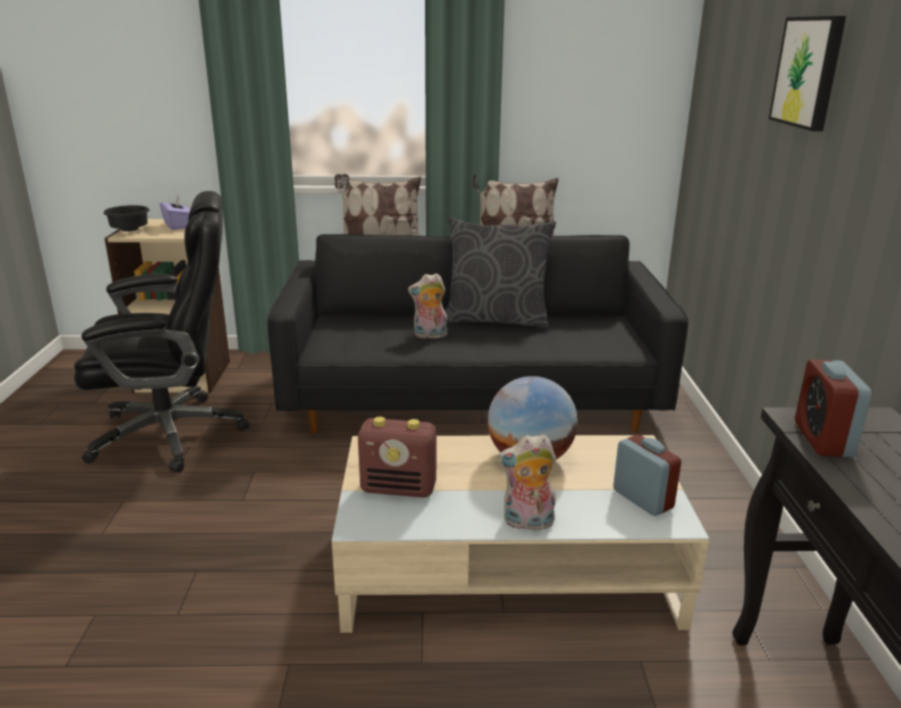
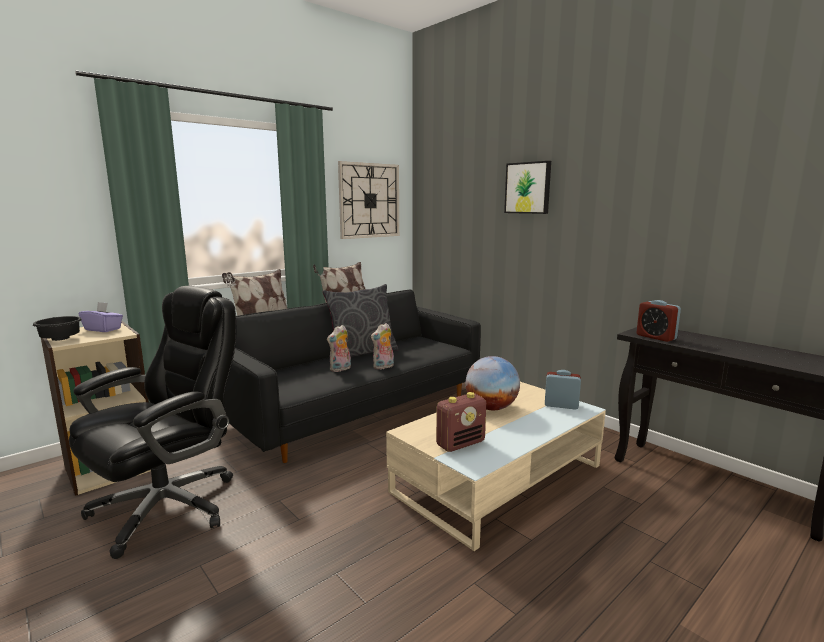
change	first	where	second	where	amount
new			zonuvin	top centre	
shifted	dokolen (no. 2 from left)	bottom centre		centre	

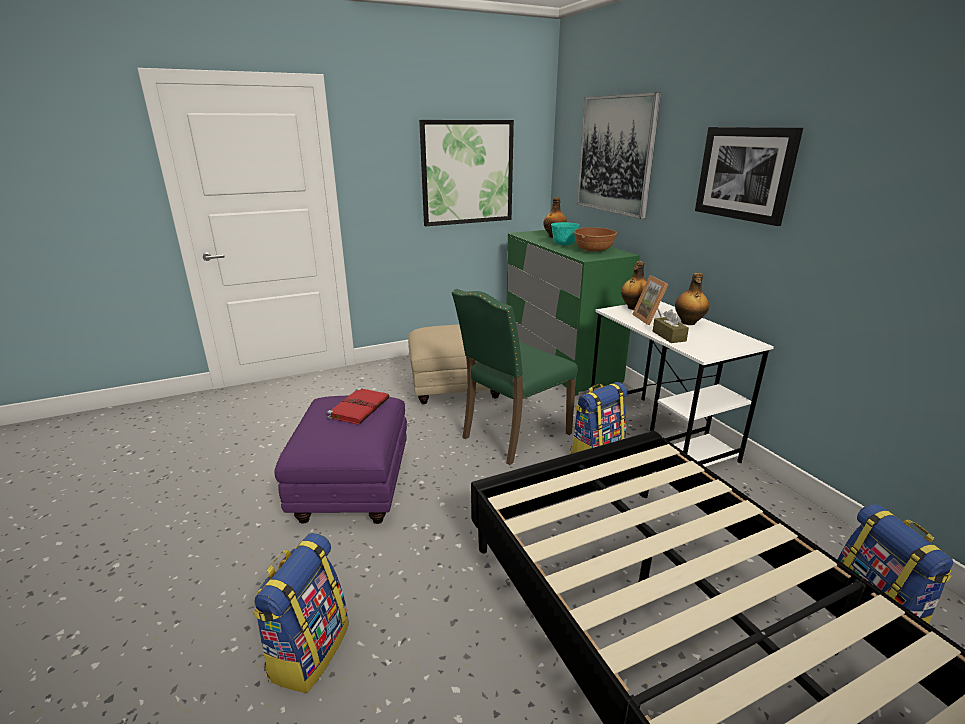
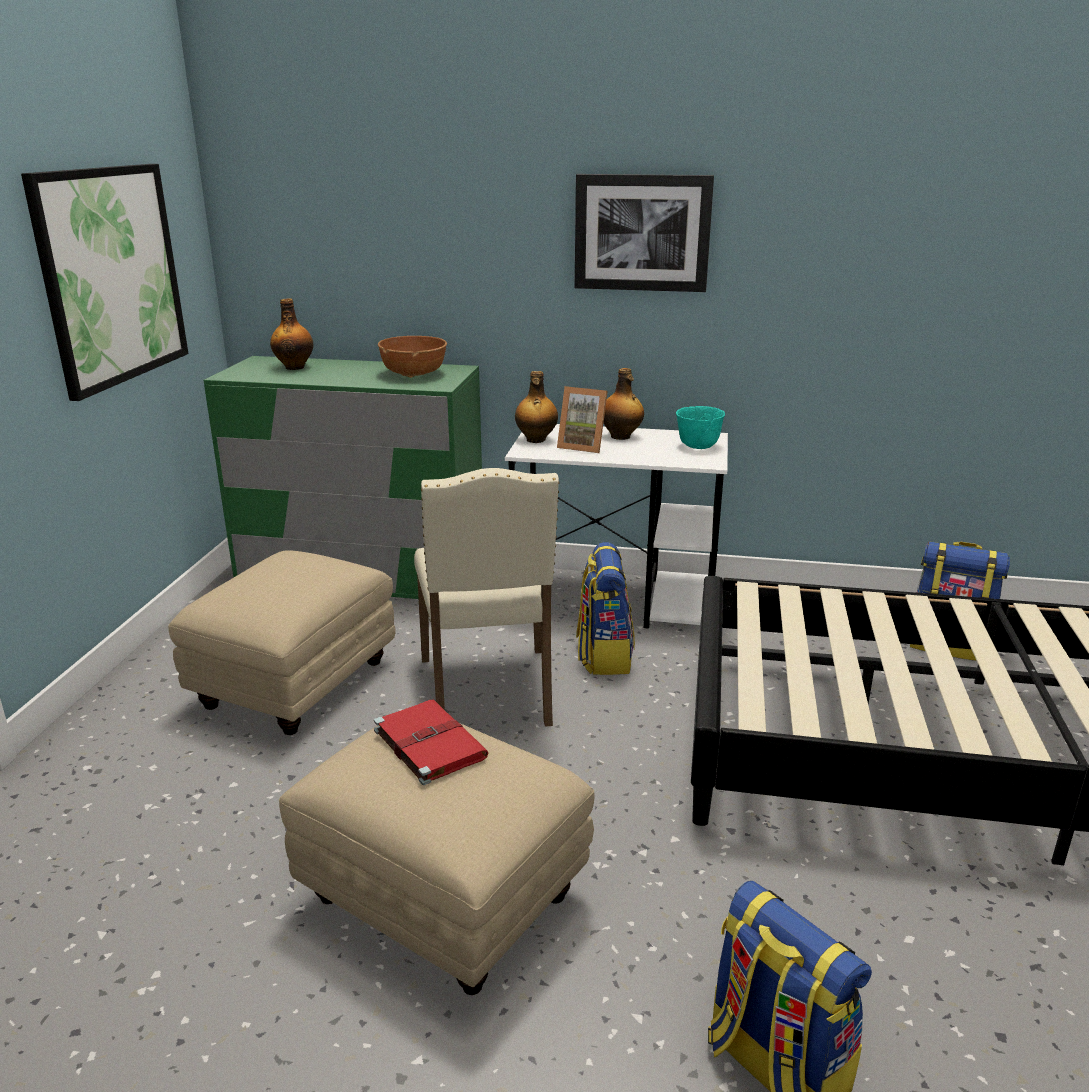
change	first	where	second	where	amount
gone	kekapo (no. 2 from left)	top centre			
gone	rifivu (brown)	middle right			
shifted	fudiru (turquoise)	top centre		centre	
repainted	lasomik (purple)	centre	lasomik (beige) (no. 2 from left)	bottom centre	
repainted	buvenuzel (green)	centre	buvenuzel (beige)	centre	

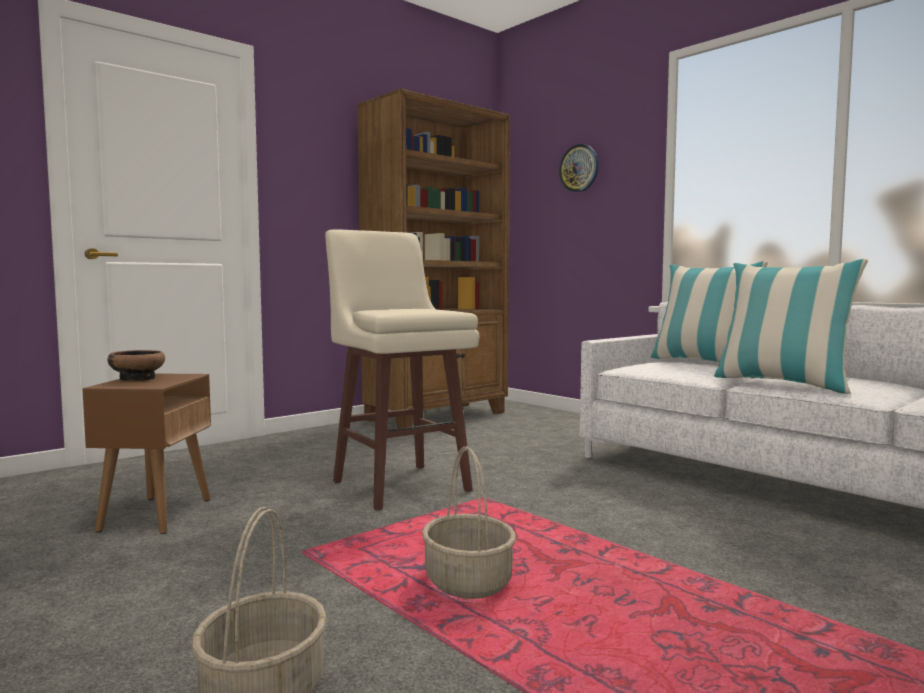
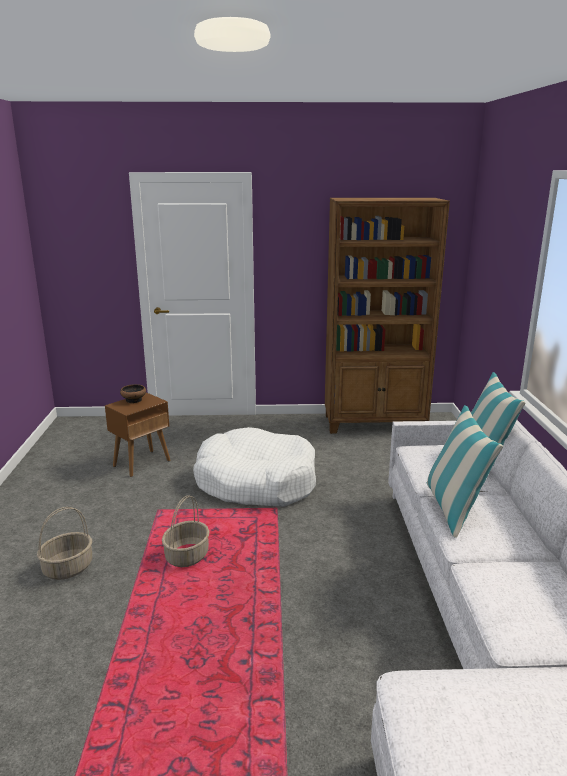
change	first	where	second	where	amount
gone	zonuvin	top centre			
swapped	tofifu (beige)	centre	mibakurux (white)	centre	

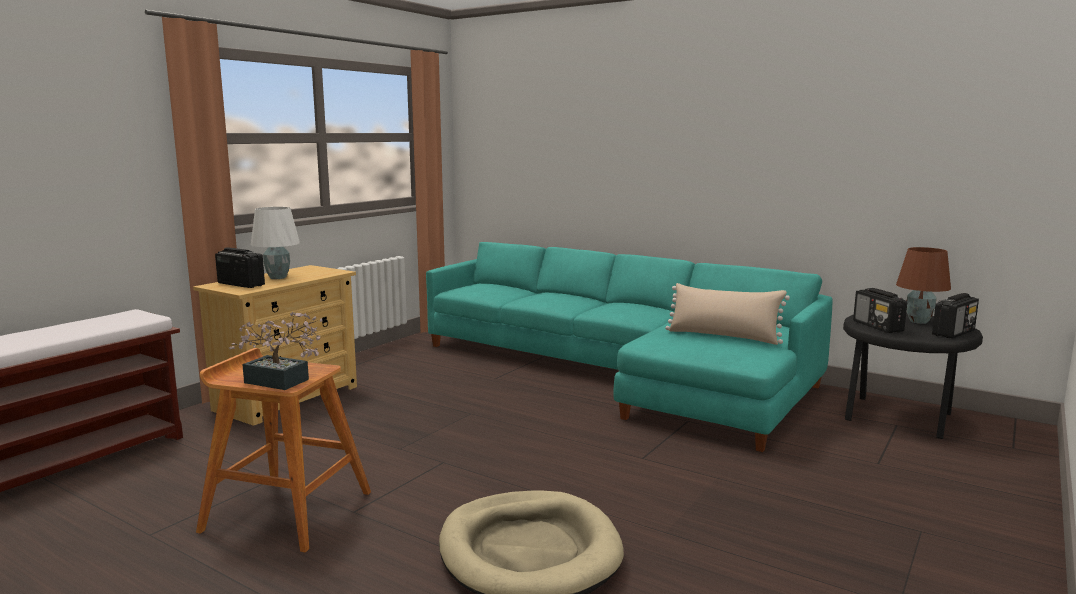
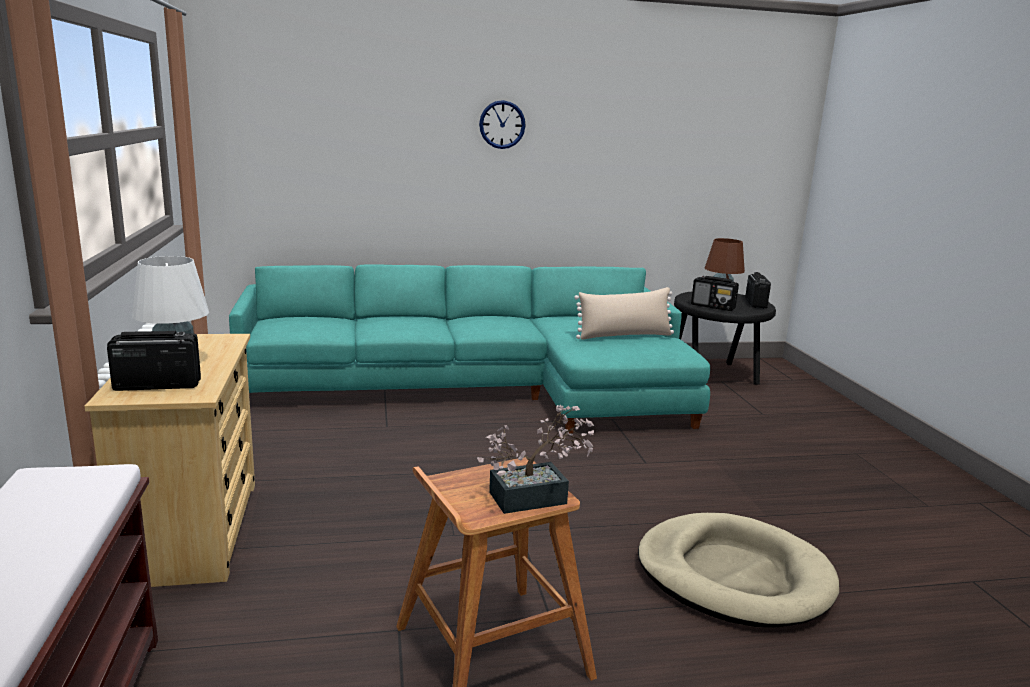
change	first	where	second	where	amount
new			zonuvin	top centre	

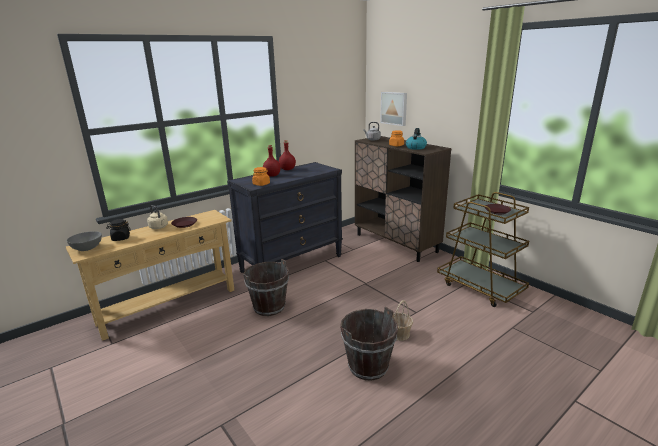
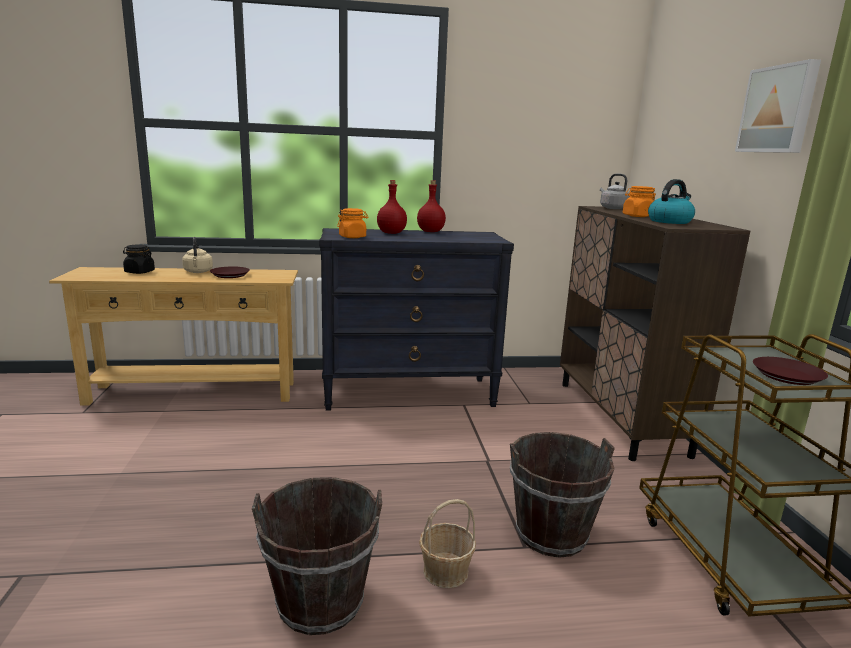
change	first	where	second	where	amount
gone	fudiru (grey)	middle left			
shifted	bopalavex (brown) (no. 1 from left in the first image)	centre	bopalavex (brown) (no. 2 from left)	bottom centre	
shifted	kekapo	top centre		top right	

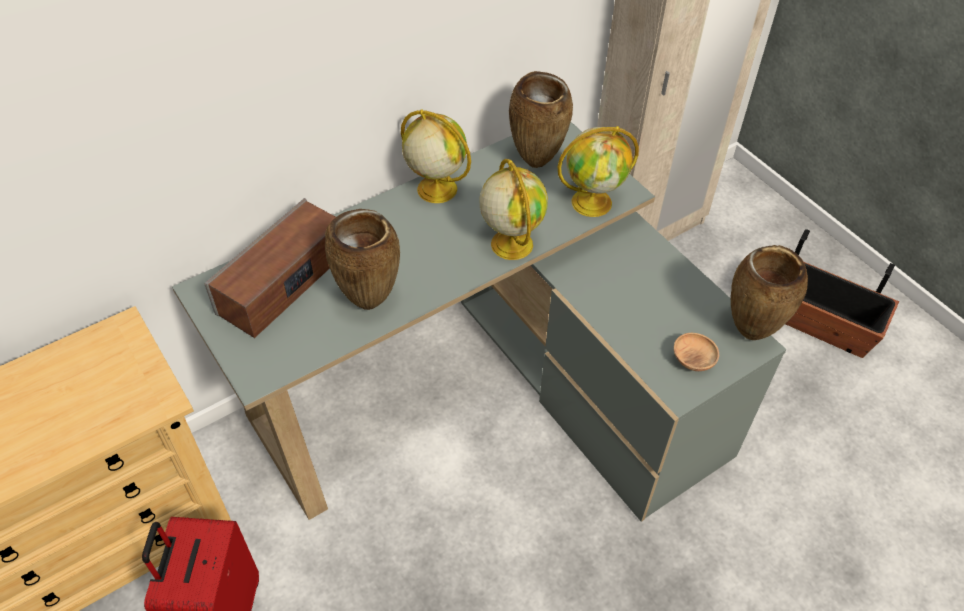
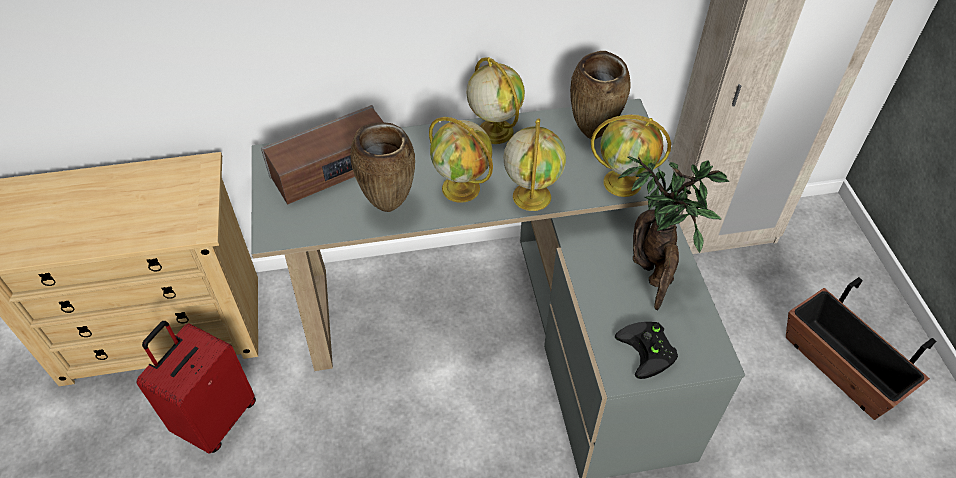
change	first	where	second	where	amount
gone	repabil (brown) (no. 3 from left)	middle right			
new			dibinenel (no. 1 from left)	centre	
new			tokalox	middle right	
swapped	fudiru (brown)	middle right	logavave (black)	bottom right	

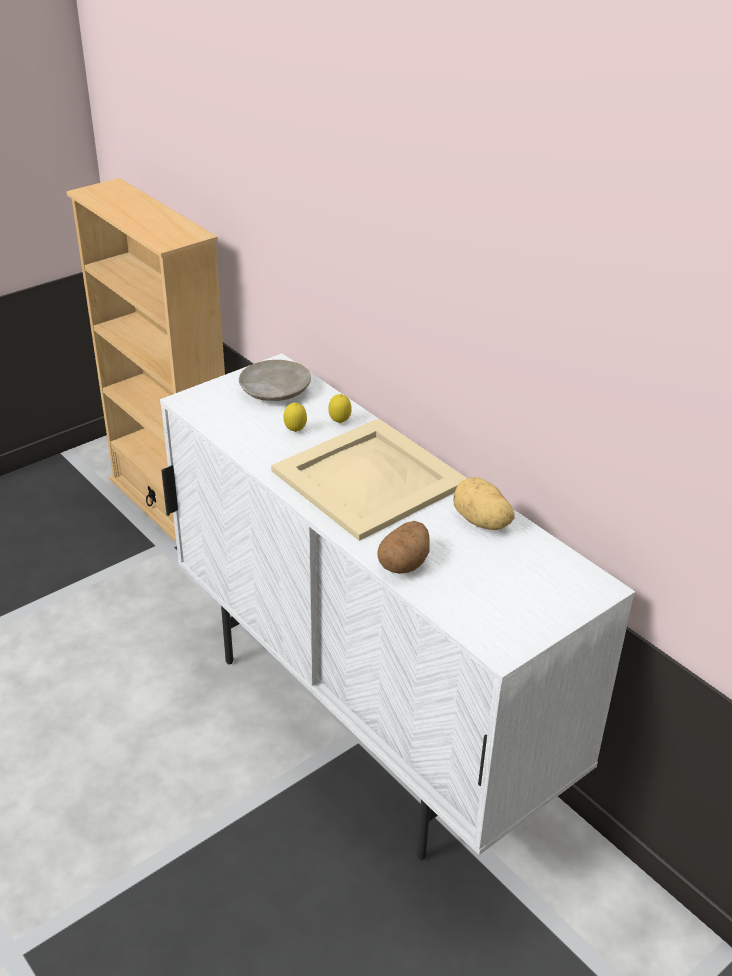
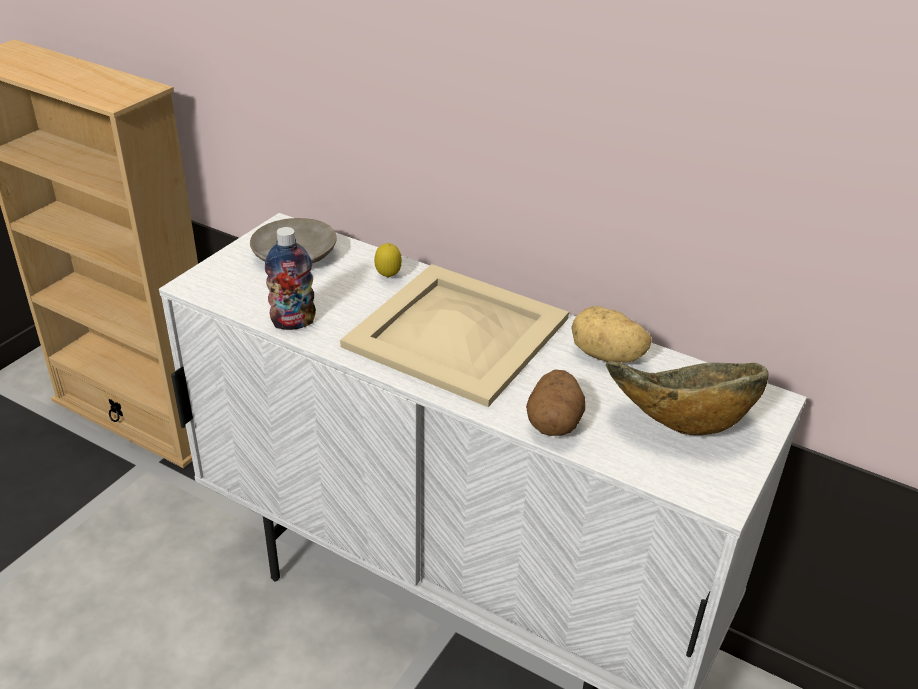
change	first	where	second	where	amount
gone	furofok (no. 1 from left)	centre			
new			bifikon	middle left	
new			fudiru	middle right	

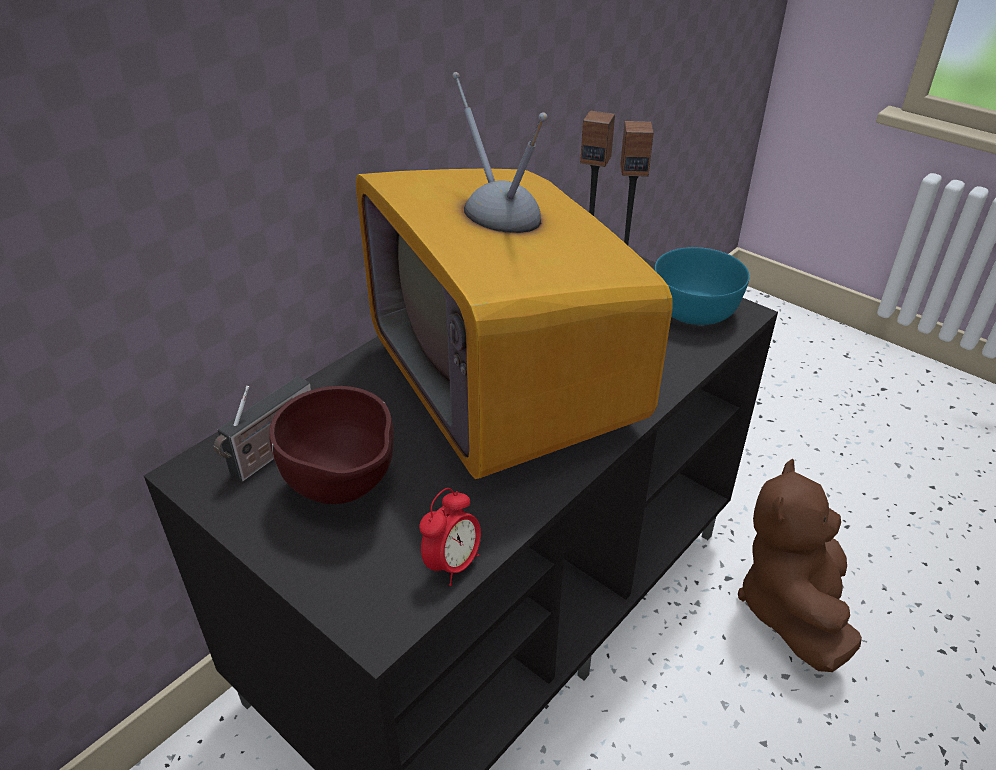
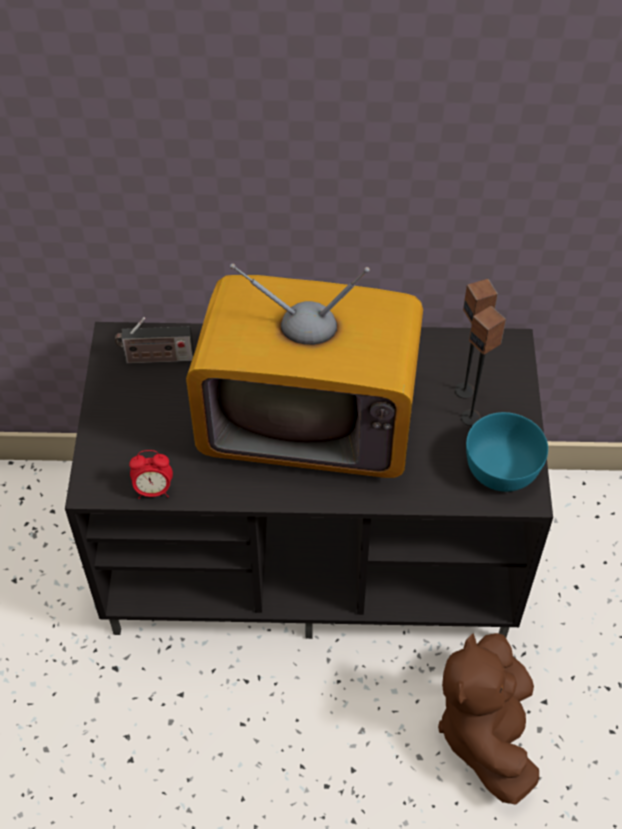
change	first	where	second	where	amount
gone	fudiru (brown)	middle left			
rotated	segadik	centre		centre	105 degrees counterclockwise
rotated	dokolen (brown)	bottom right		bottom right	60 degrees counterclockwise

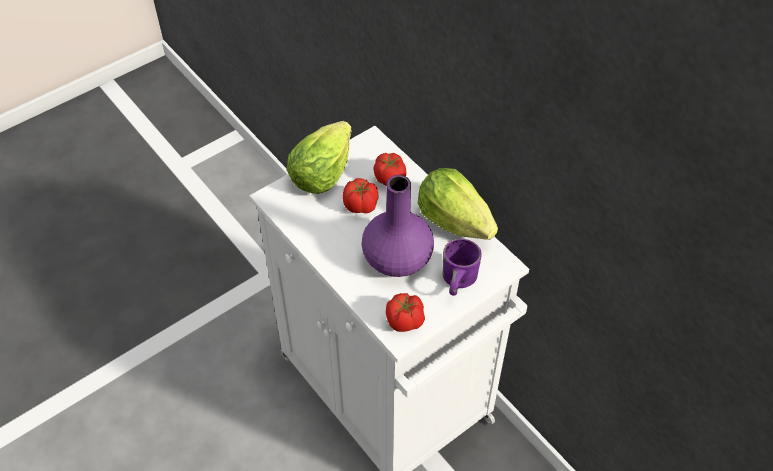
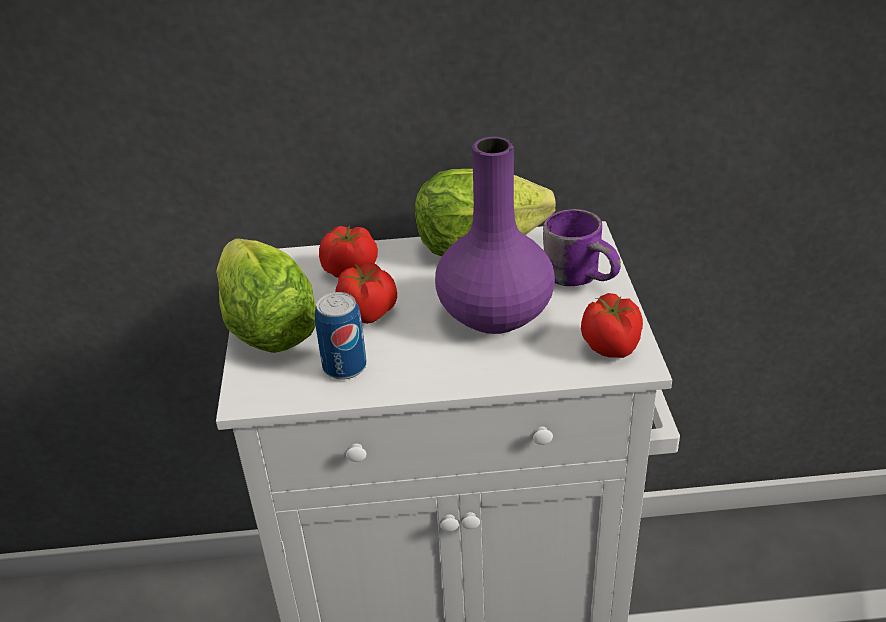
change	first	where	second	where	amount
new			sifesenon	centre	

